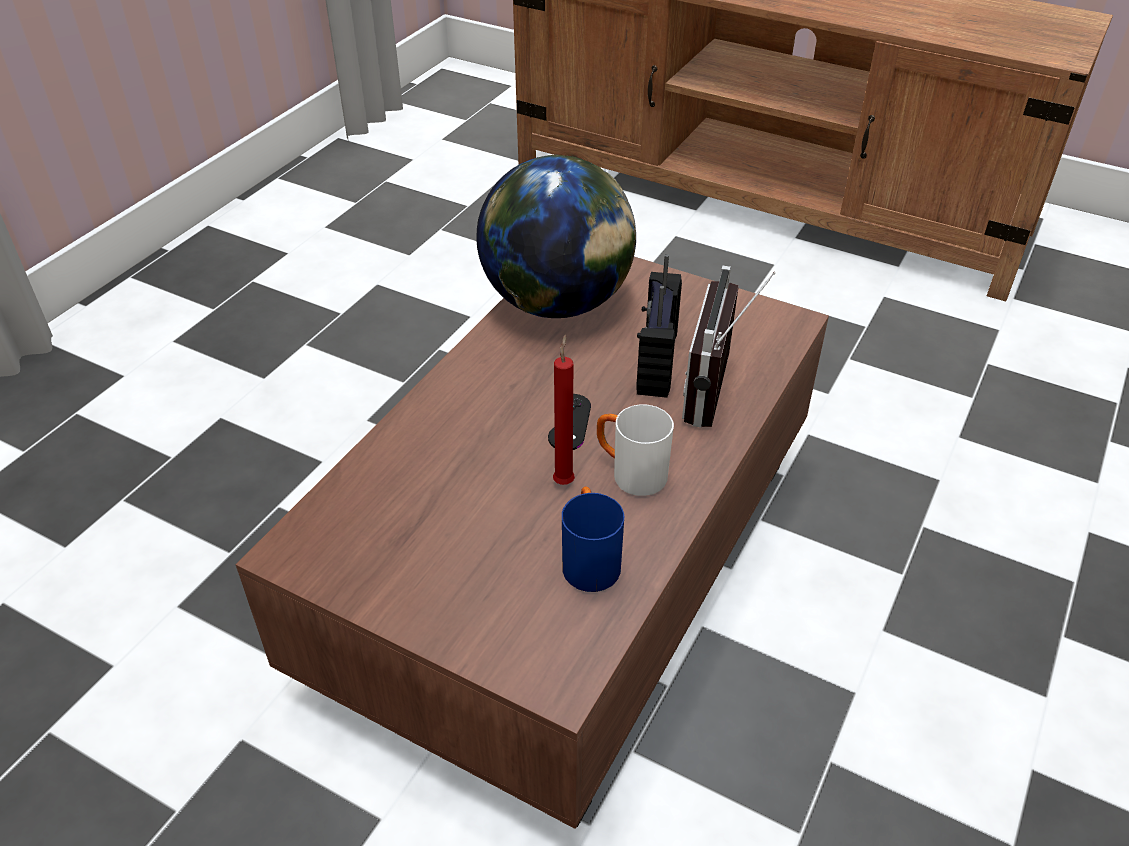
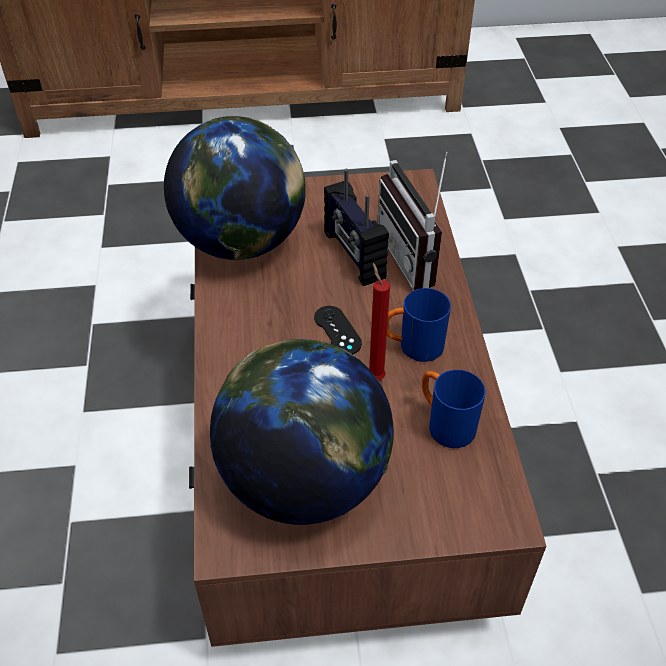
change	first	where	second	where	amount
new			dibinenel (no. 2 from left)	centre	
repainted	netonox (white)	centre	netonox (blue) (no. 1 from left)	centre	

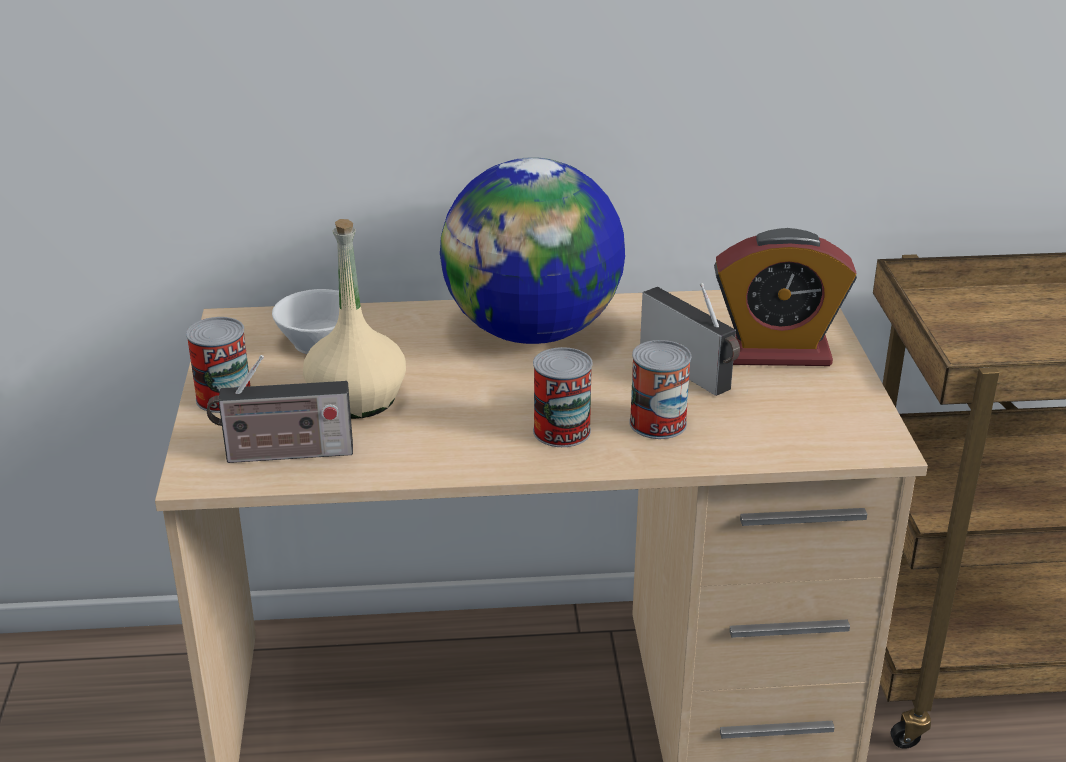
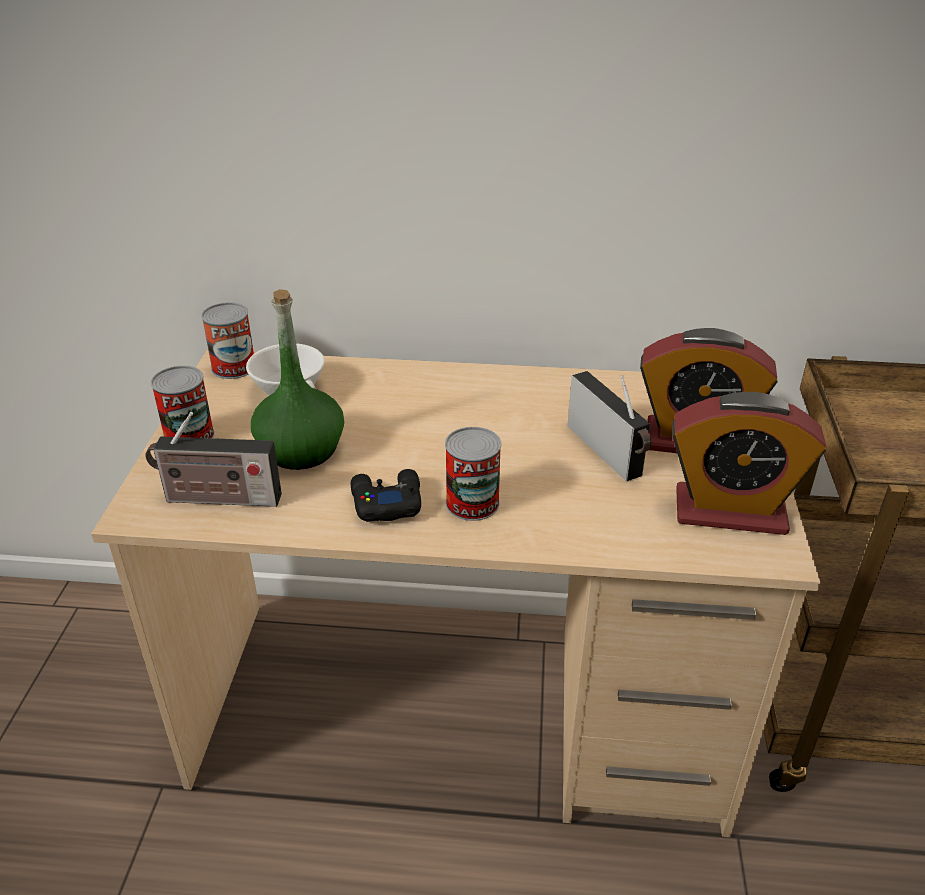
change	first	where	second	where	amount
gone	dibinenel	top centre			
new			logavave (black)	centre	
new			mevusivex (no. 2 from left)	middle right	
shifted	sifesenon (no. 3 from left in the first image)	centre	sifesenon (no. 2 from left)	middle left	
repainted	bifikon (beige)	middle left	bifikon (green)	middle left	

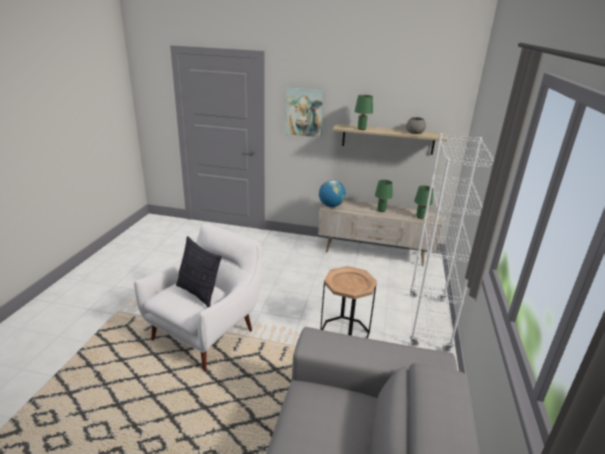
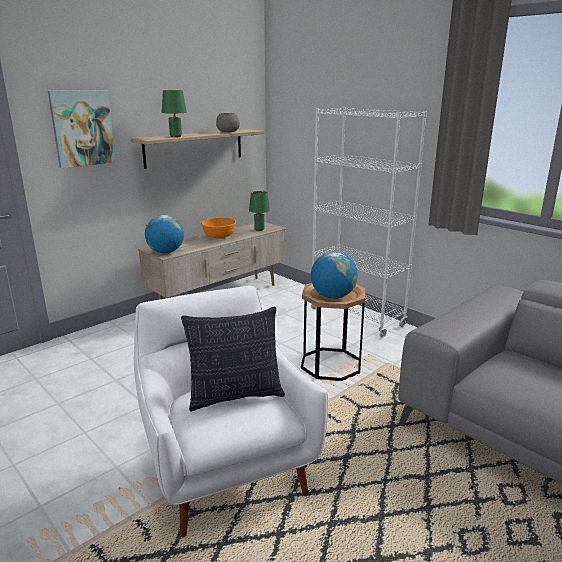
change	first	where	second	where	amount
new			dibinenel (no. 2 from left)	centre	
swapped	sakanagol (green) (no. 2 from left)	centre	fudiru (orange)	centre	

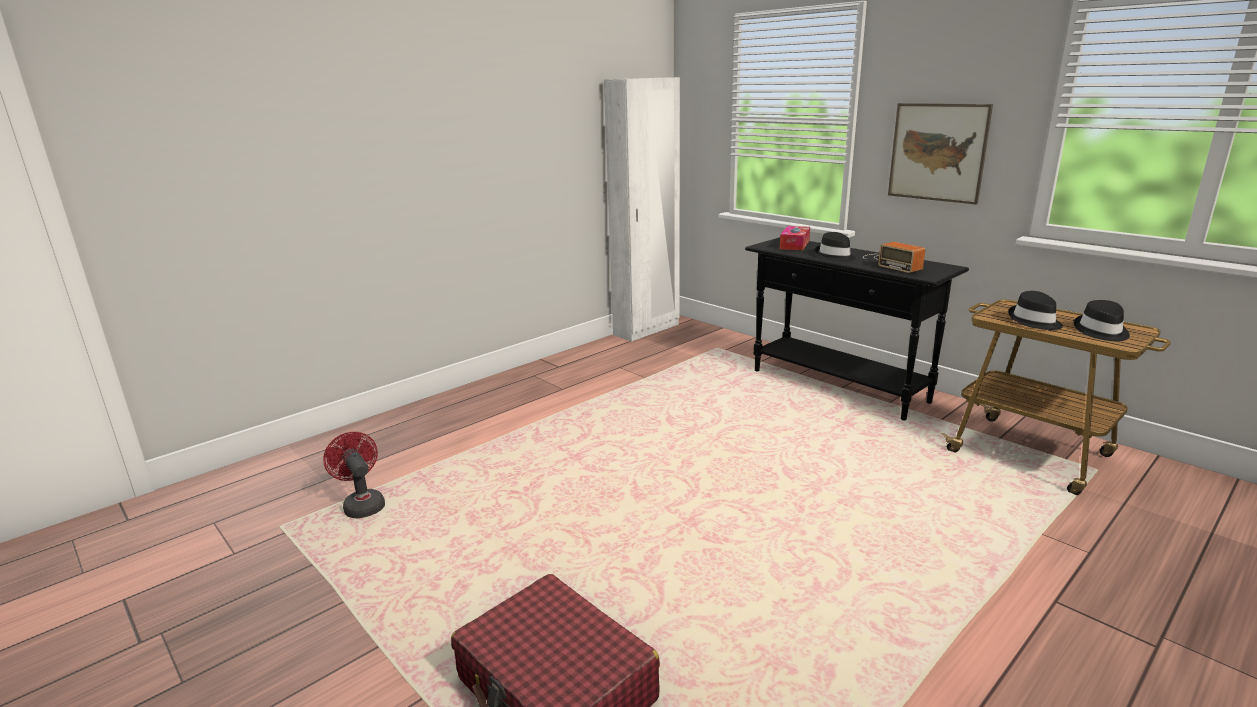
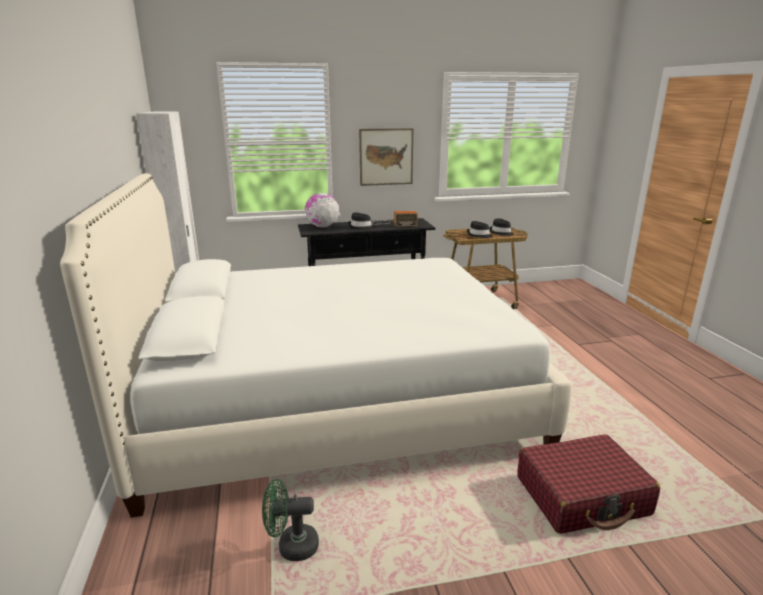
change	first	where	second	where	amount
new			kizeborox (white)	centre	
swapped	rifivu	centre	dibinenel	centre	
repainted	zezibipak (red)	bottom left	zezibipak (green)	bottom centre	

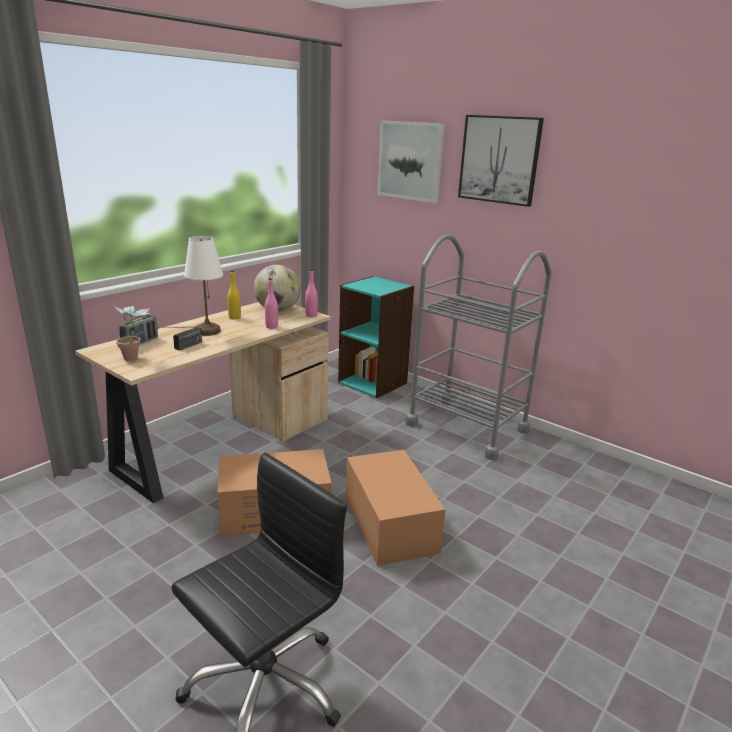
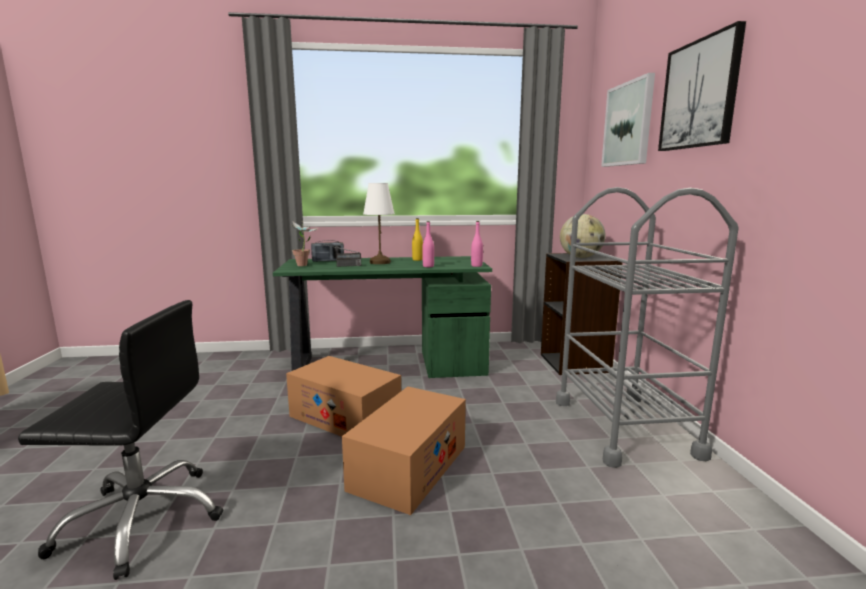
change	first	where	second	where	amount
shifted	dibinenel	centre		middle right	
repainted	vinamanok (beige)	middle left	vinamanok (green)	centre	
repainted	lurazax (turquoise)	centre	lurazax (black)	middle right	

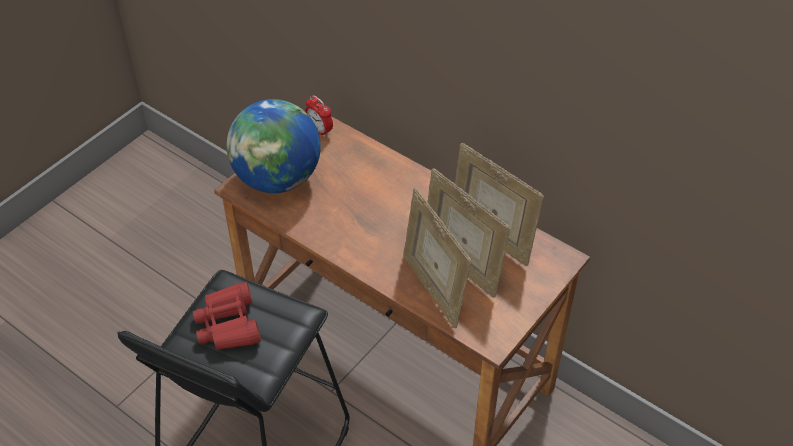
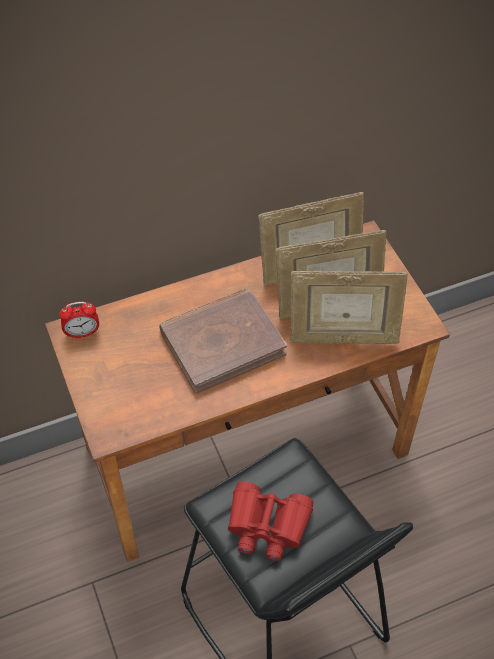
change	first	where	second	where	amount
gone	dibinenel	top centre			
new			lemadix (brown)	centre	

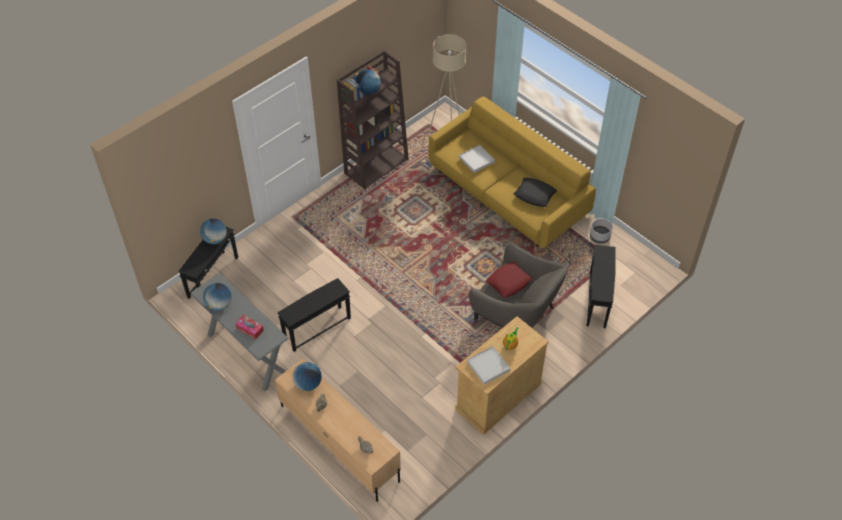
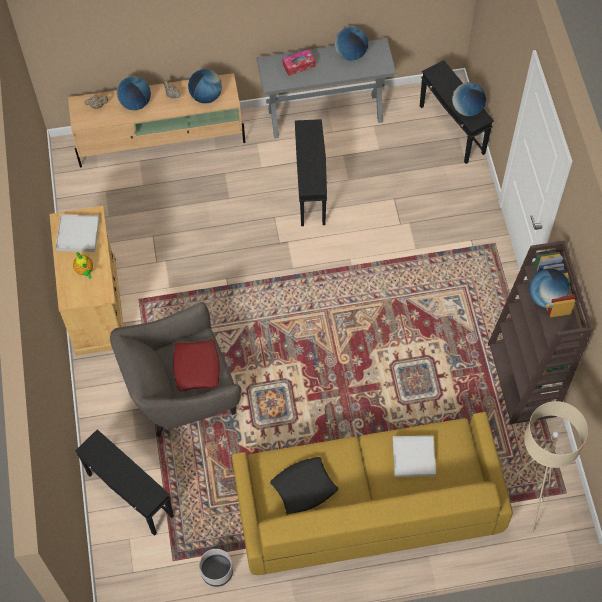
change	first	where	second	where	amount
new			dibinenel (no. 1 from left)	top left	

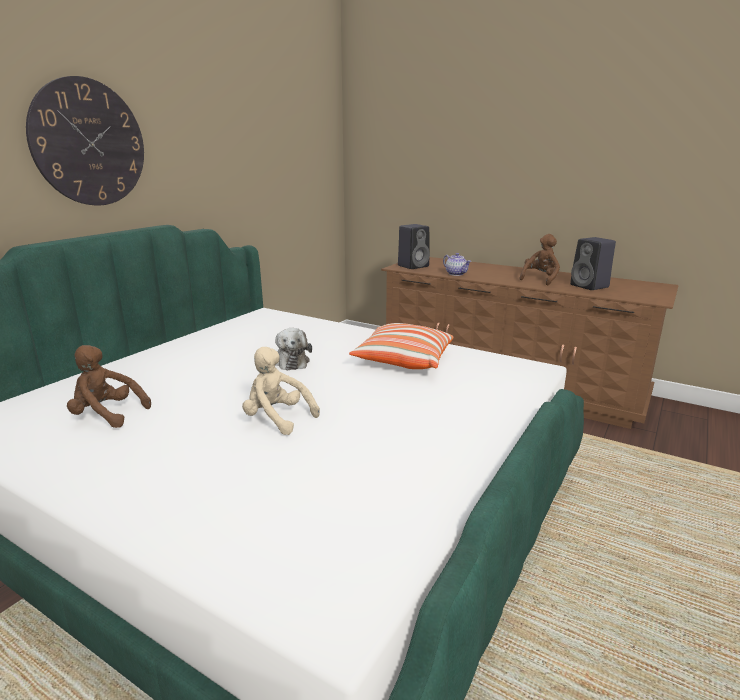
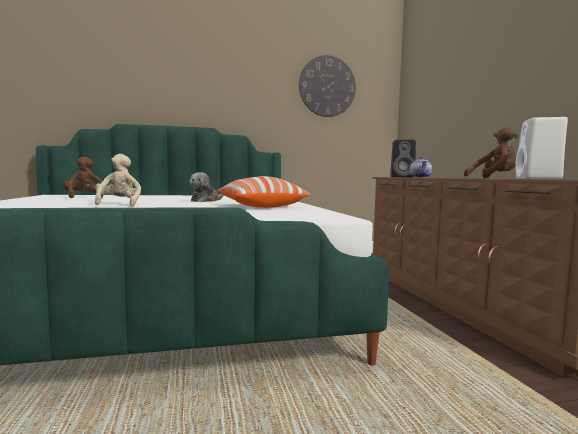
change	first	where	second	where	amount
shifted	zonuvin	top left		top centre	
repainted	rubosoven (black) (no. 2 from left)	middle right	rubosoven (white)	middle right	

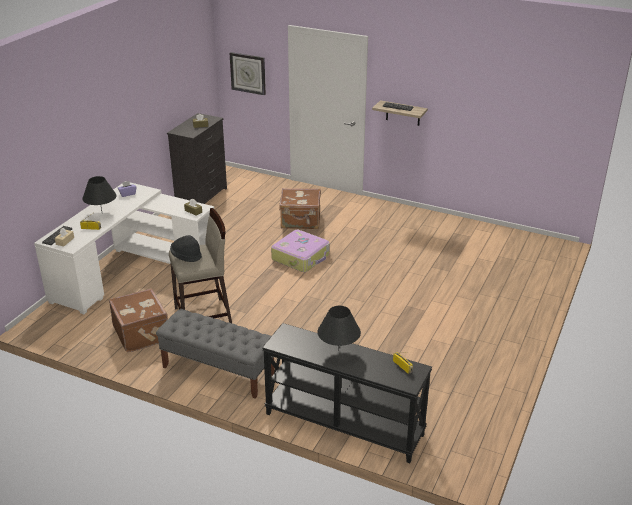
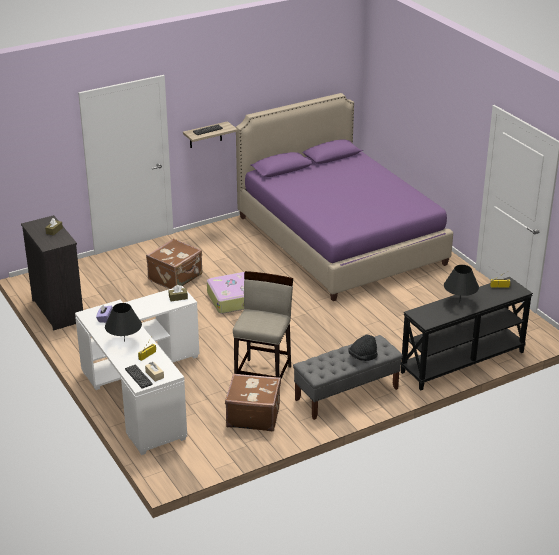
change	first	where	second	where	amount
gone	zonuvin	top centre			
new			kizeborox (purple)	centre	
shifted	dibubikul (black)	middle left		centre	

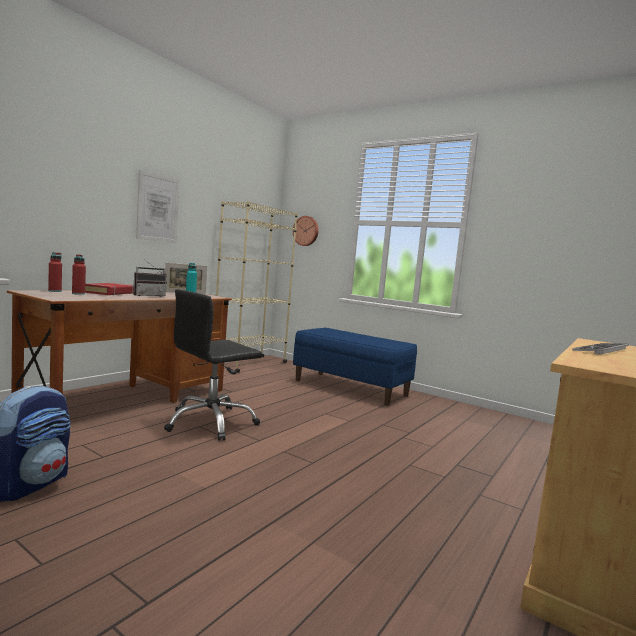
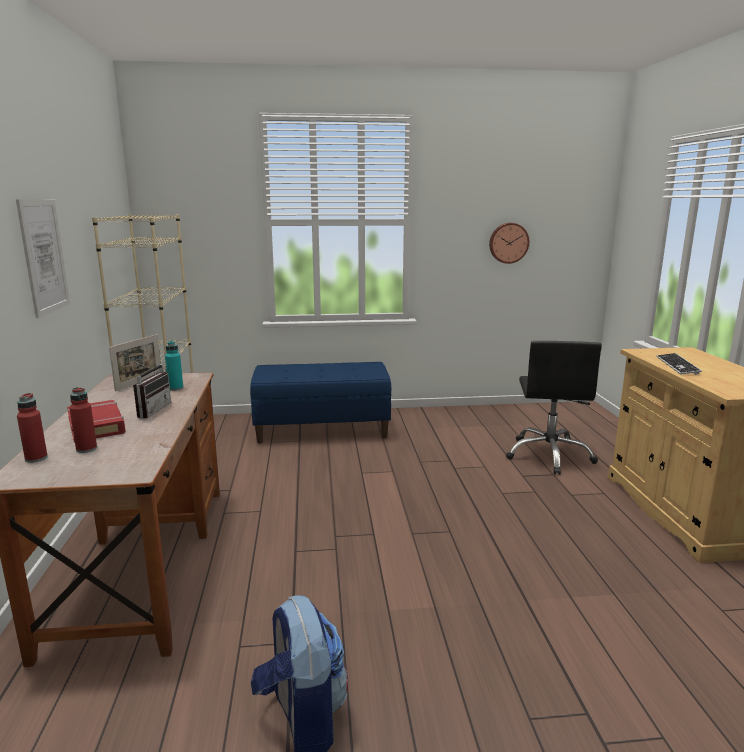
change	first	where	second	where	amount
shifted	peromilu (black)	centre		middle right	
shifted	zonuvin	centre		top right	

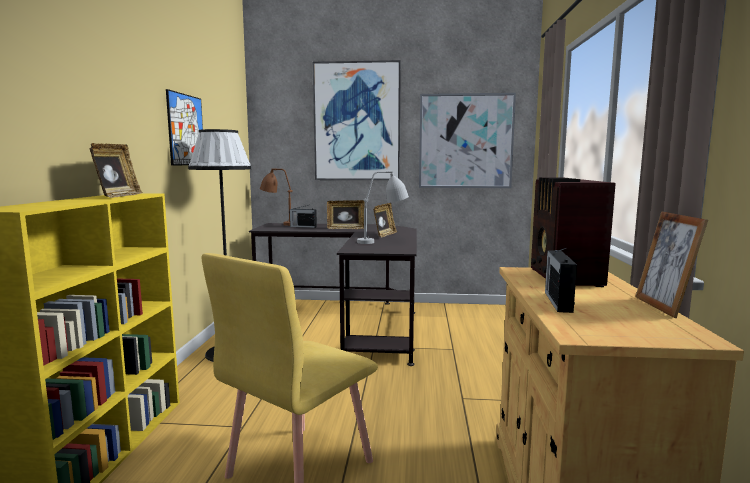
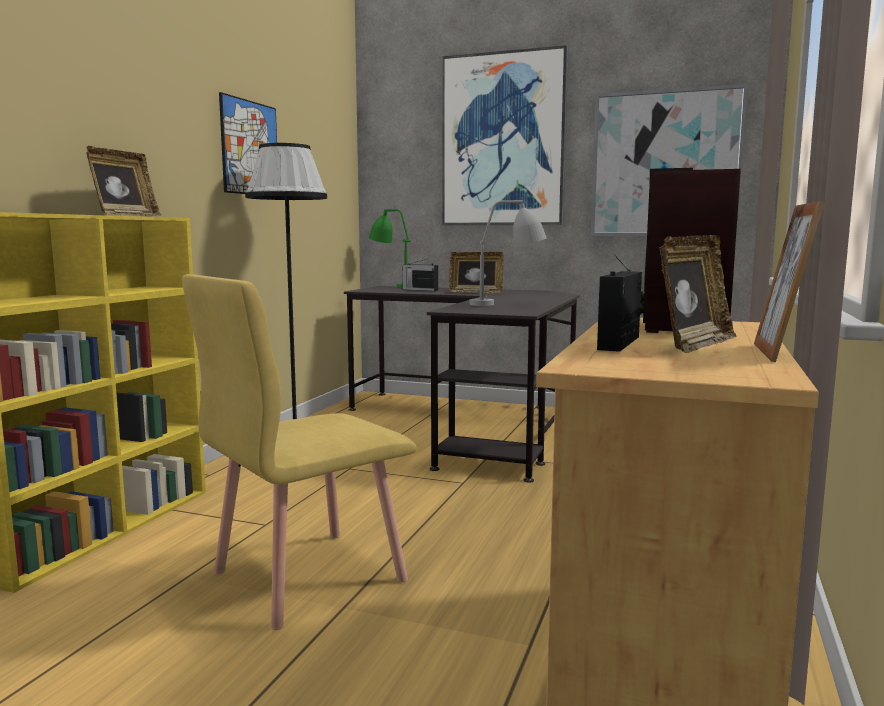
change	first	where	second	where	amount
shifted	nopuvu (no. 3 from left)	centre		middle right	
repainted	sakanagol (brown)	centre	sakanagol (green)	centre	

